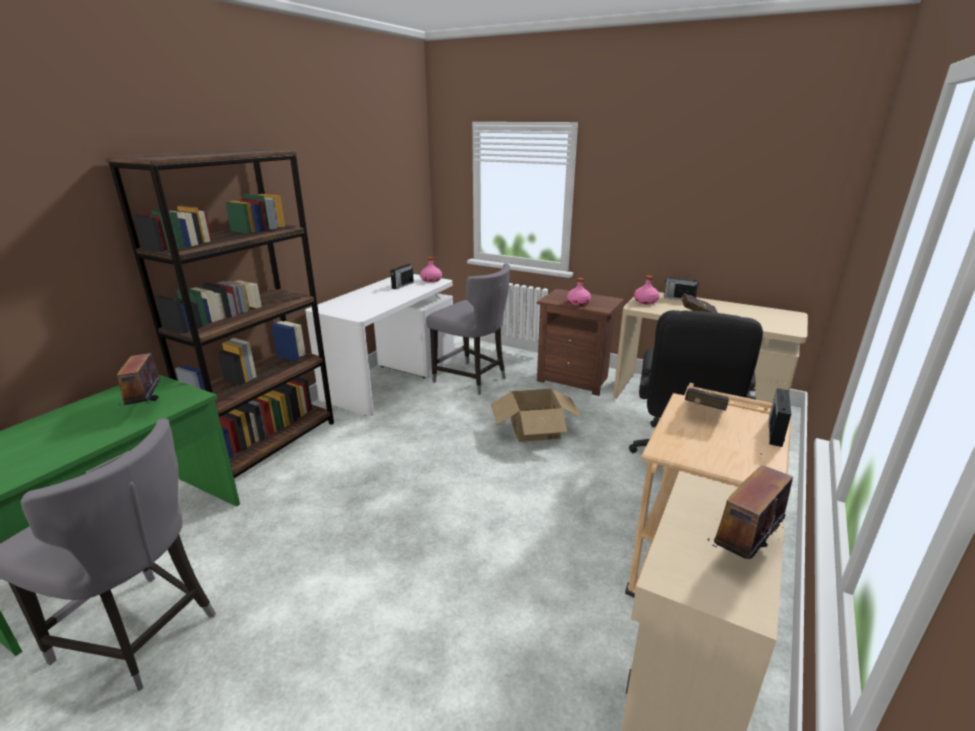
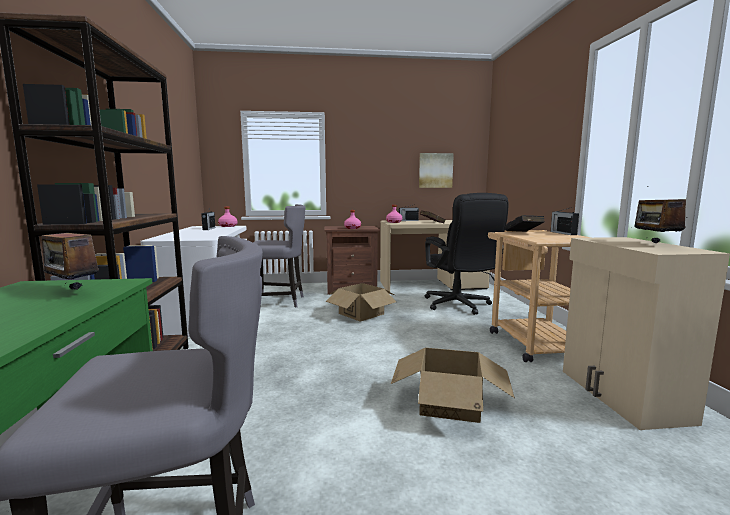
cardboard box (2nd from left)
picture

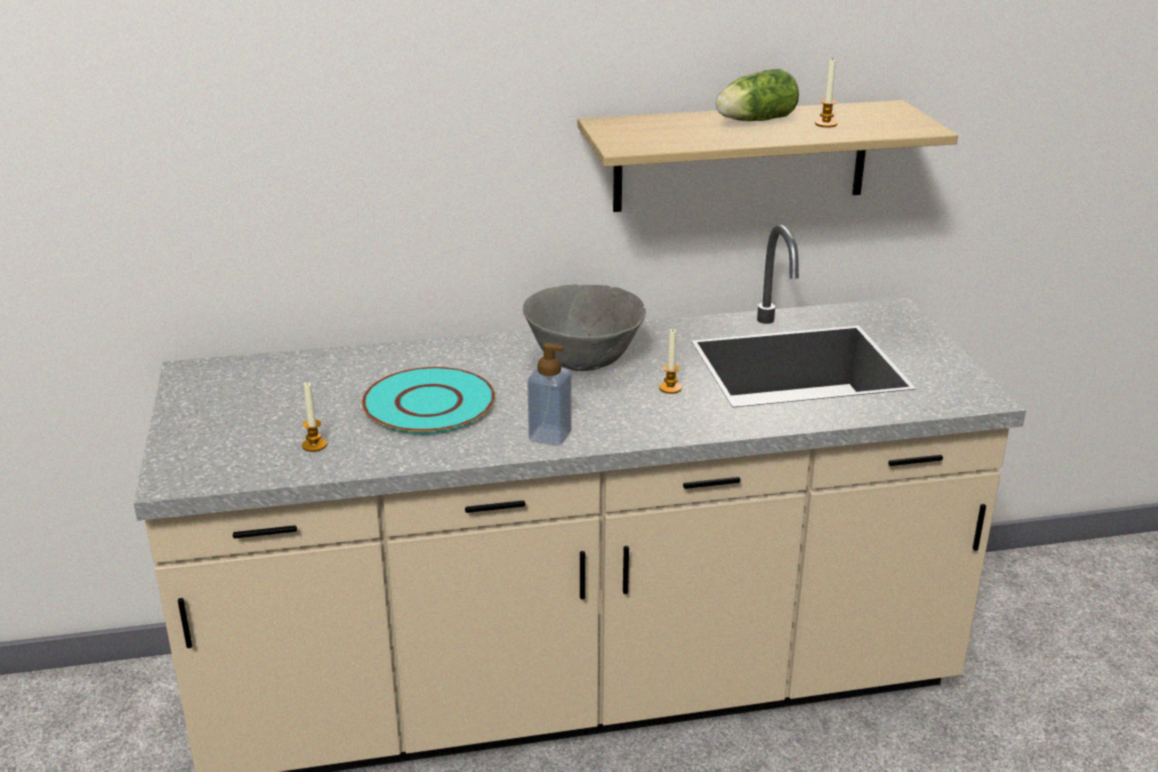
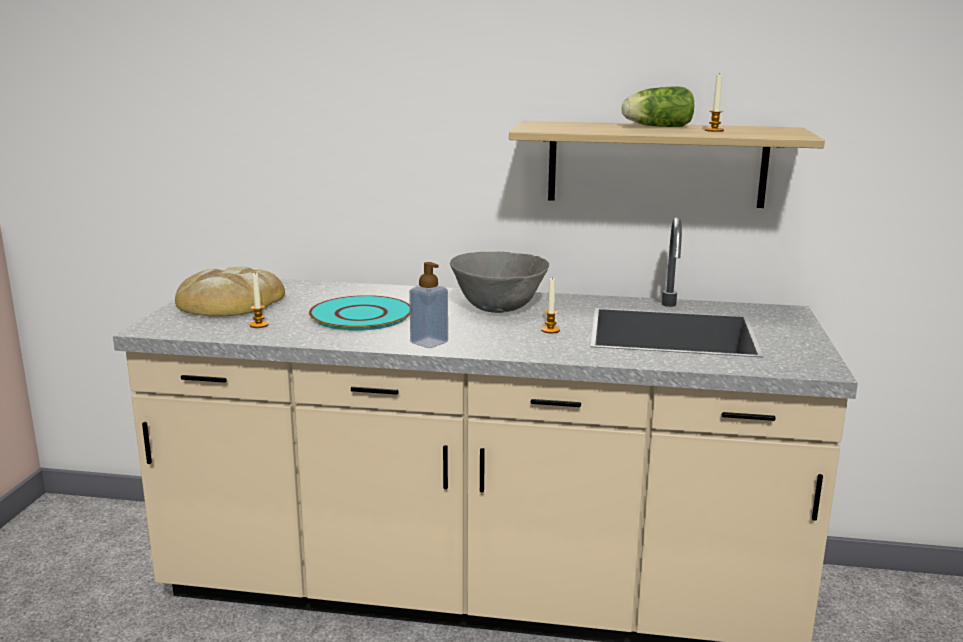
bread

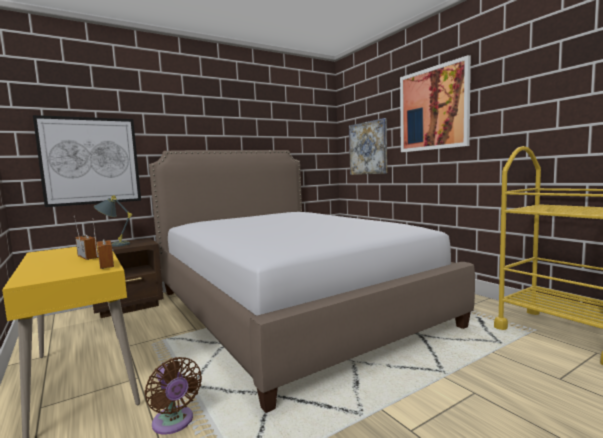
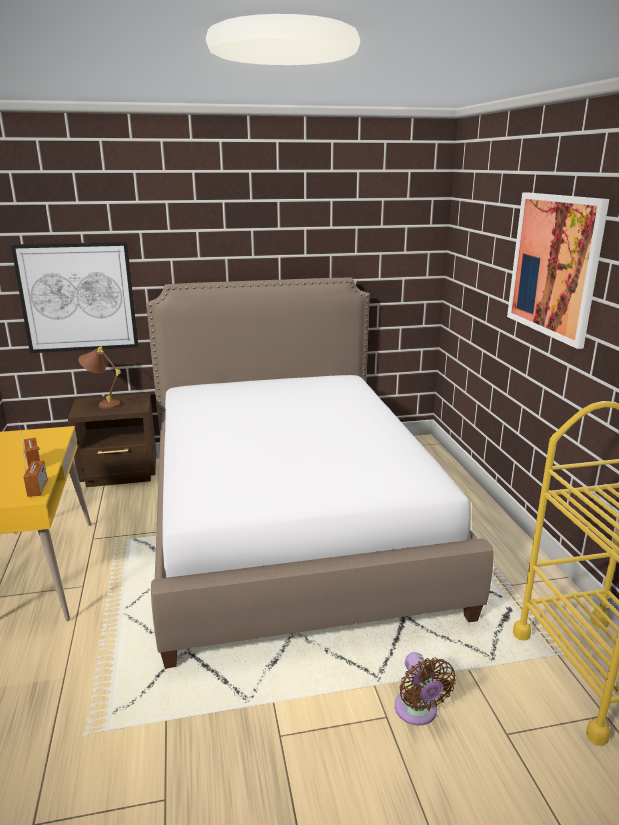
picture (2nd from left in the first image)
brown fan
brown table lamp

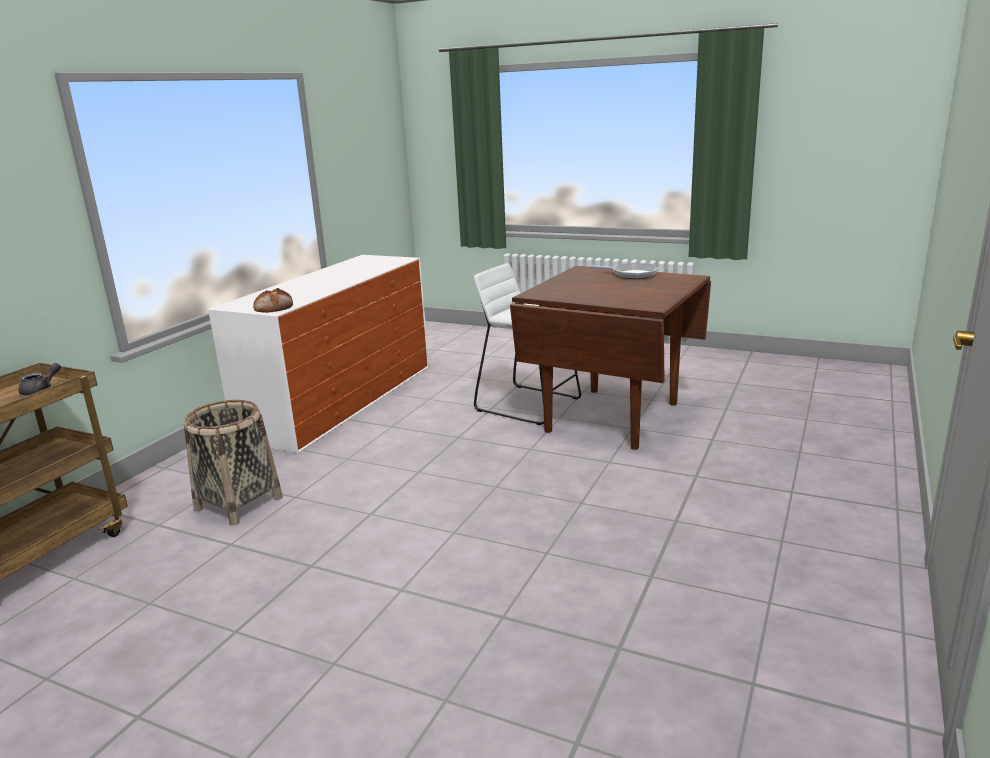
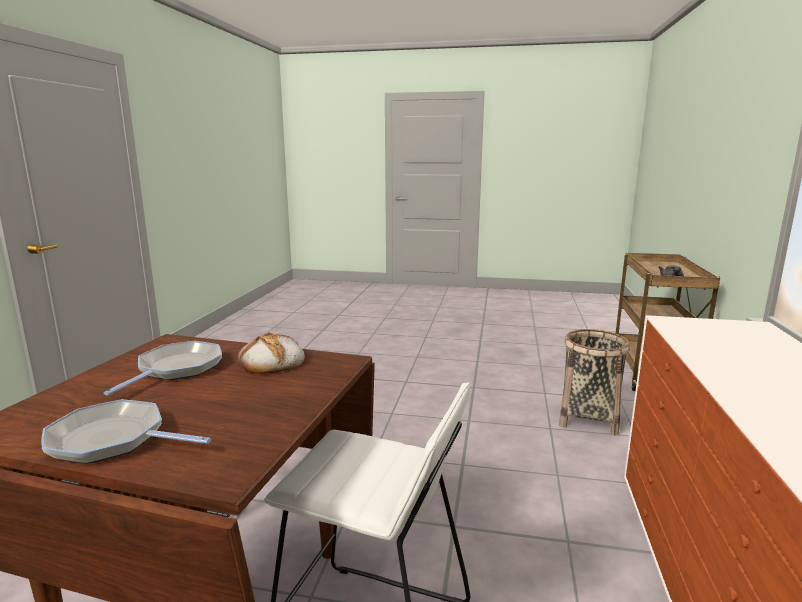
frying pan (2nd from left)
bread

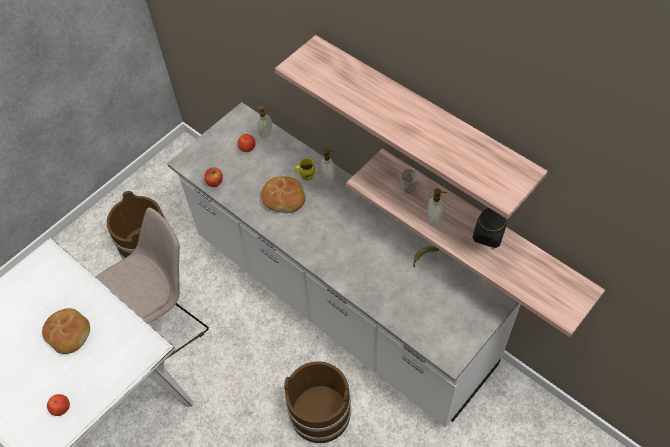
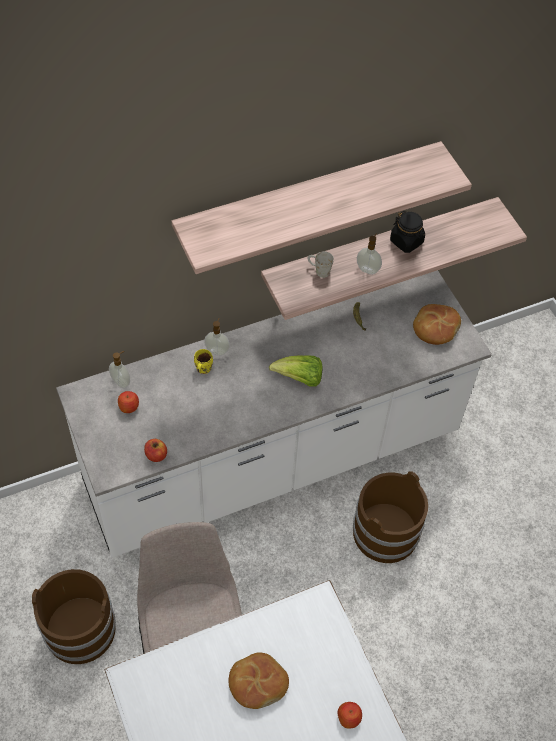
lettuce
bread (2nd from left)

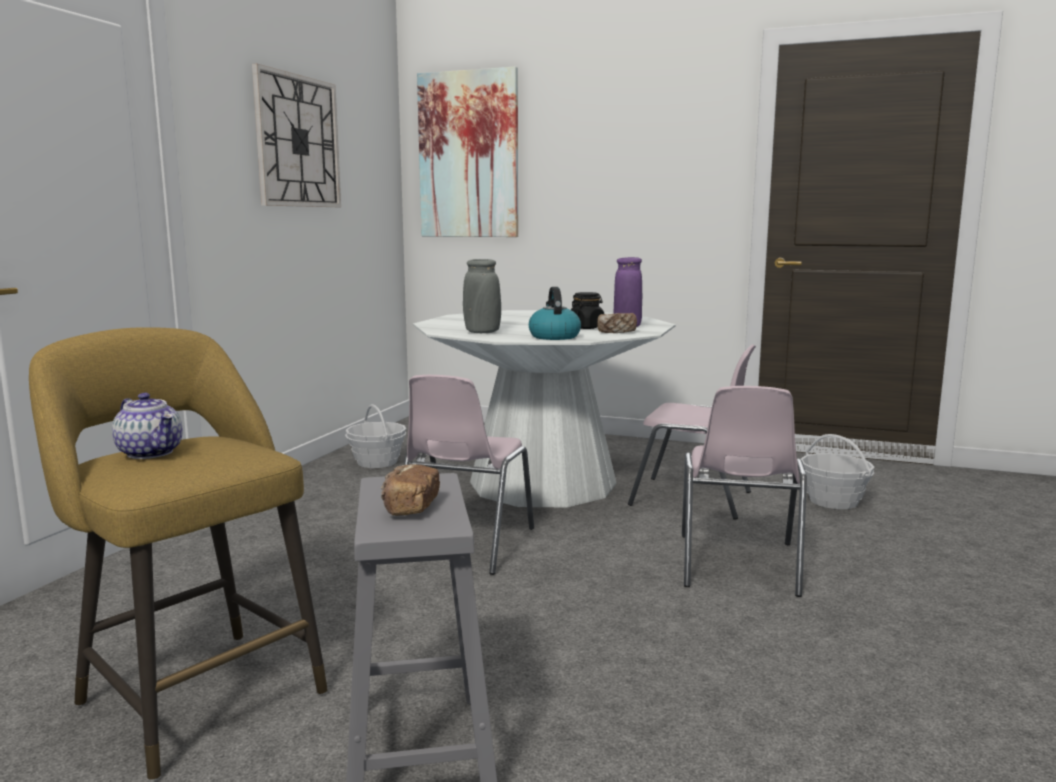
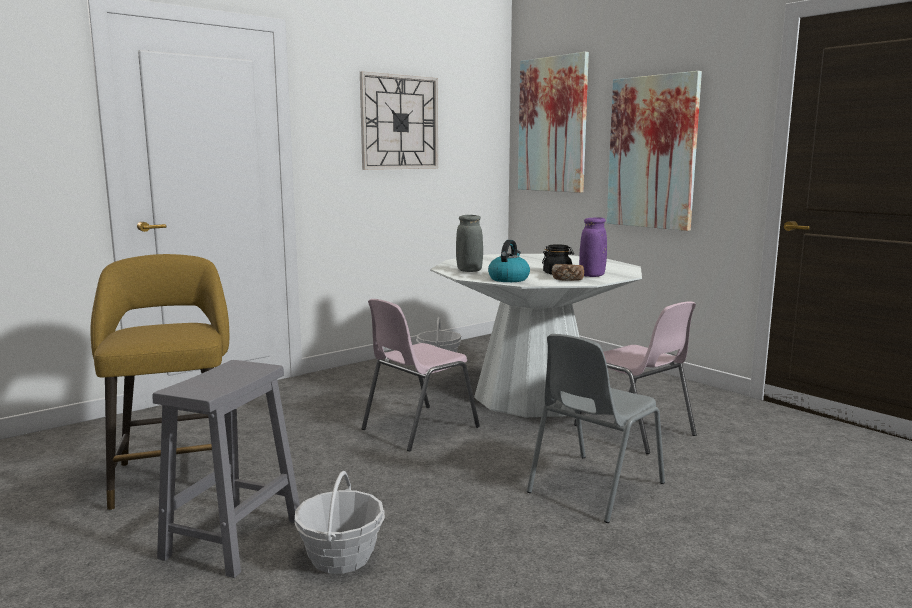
teapot
bread (1st from left in the first image)
picture (2nd from left)
basket (1st from left)
grey chair

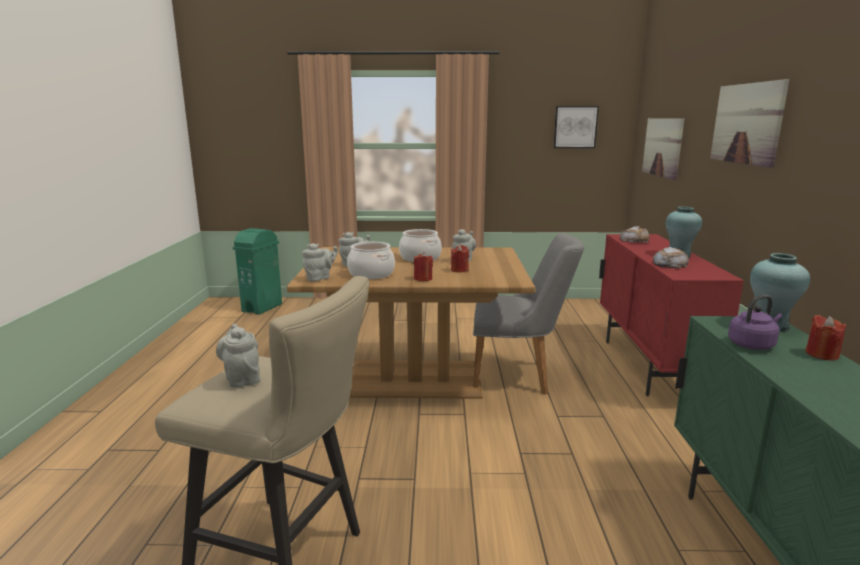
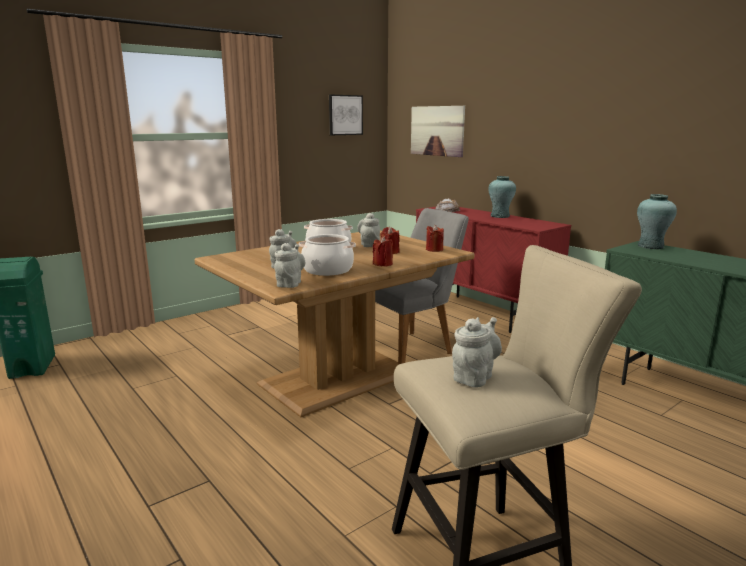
bread (2nd from left in the first image)
picture (3rd from left in the first image)
purple kettle
red candle (3rd from left)
grey teapot (4th from left)

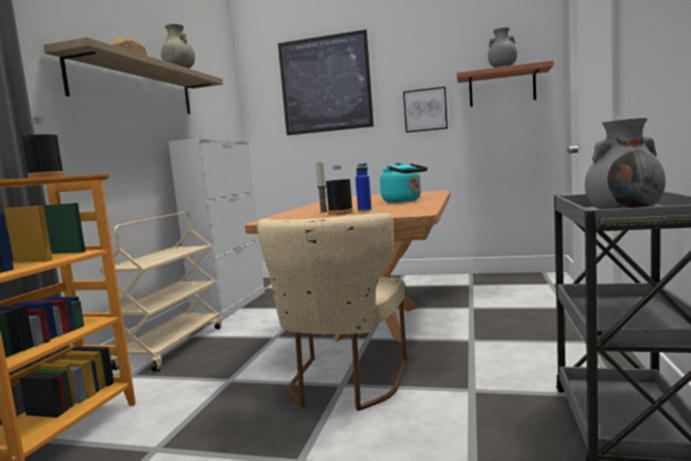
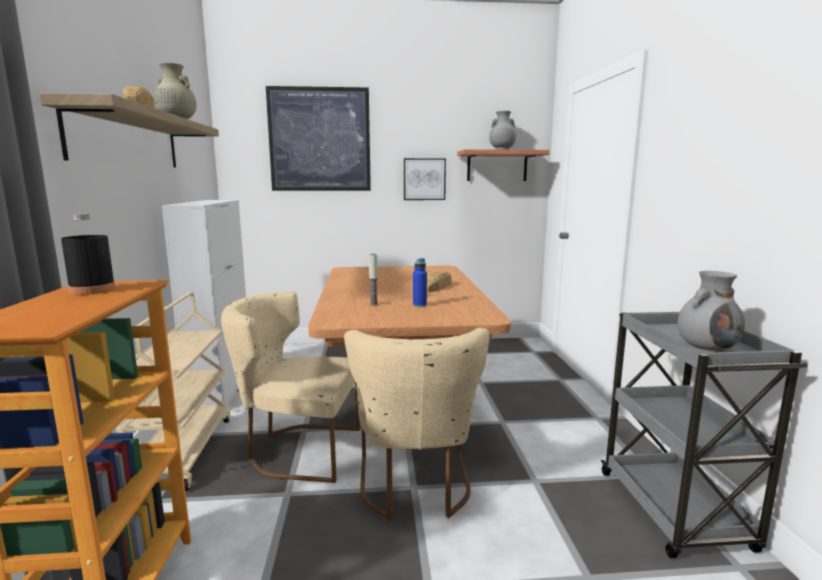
black bottle (2nd from left in the first image)
beige chair (1st from left)
bread (2nd from left)

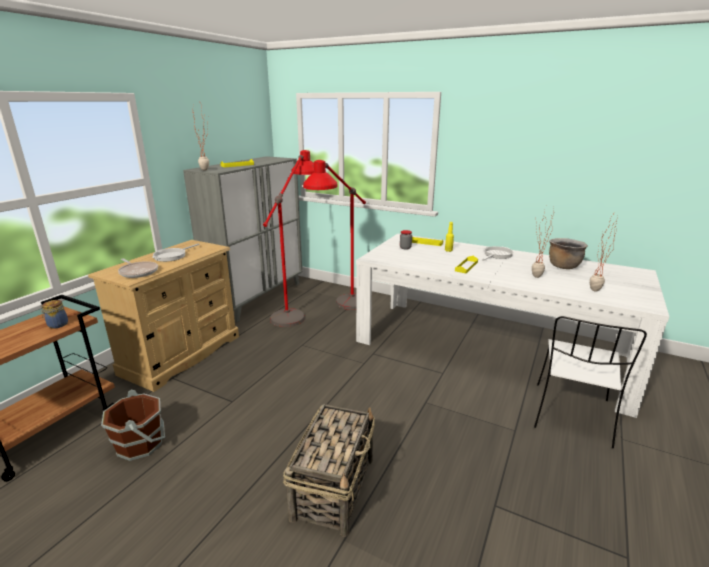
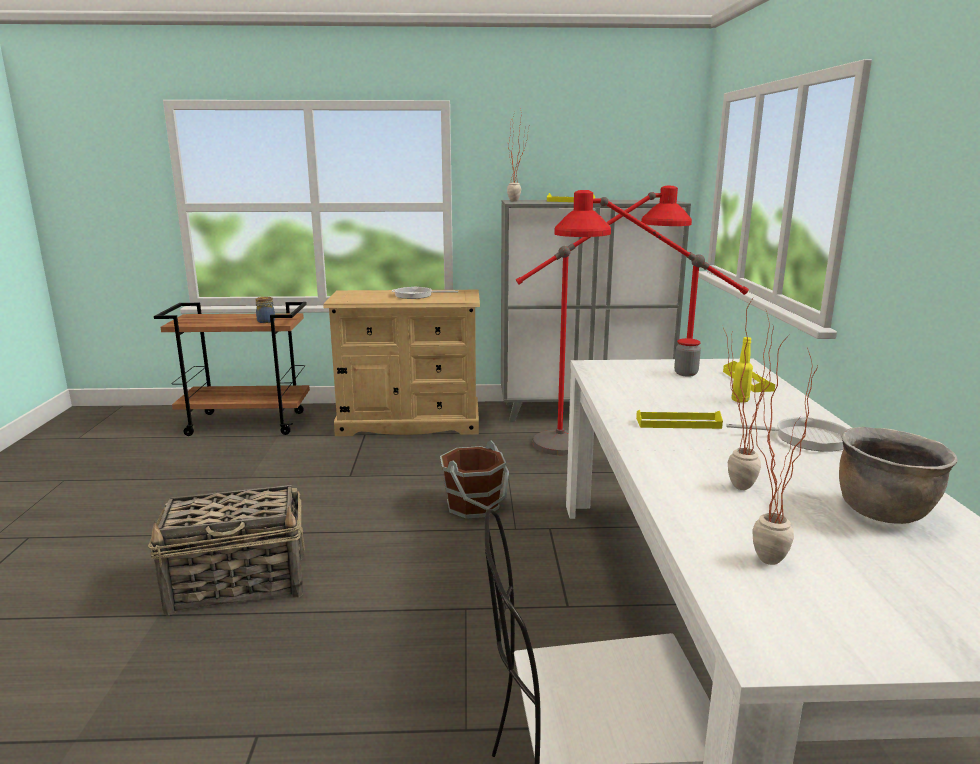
frying pan (1st from left in the first image)
brown bucket

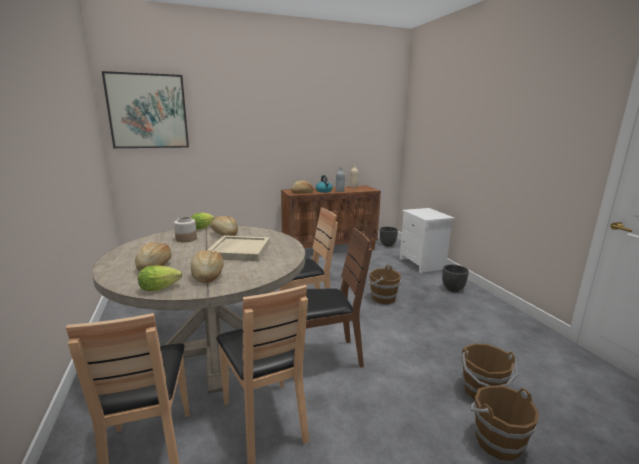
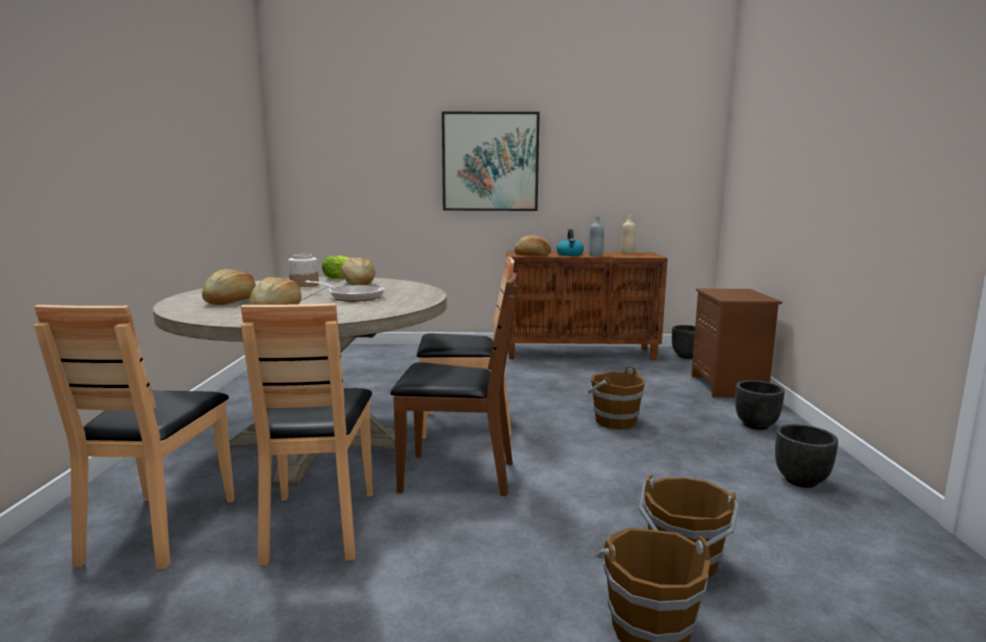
lettuce (1st from left in the first image)
black planter (3rd from left)
picture
frying pan
brown nightstand

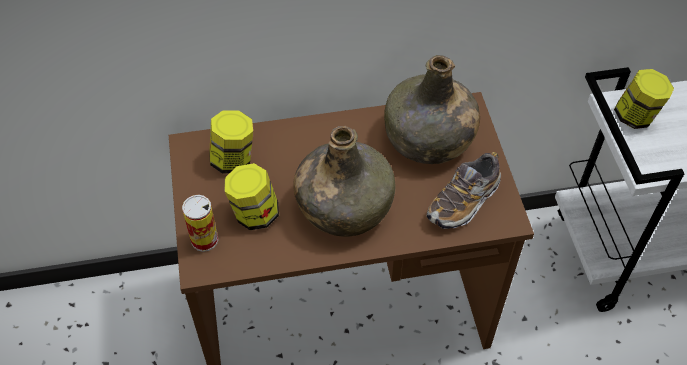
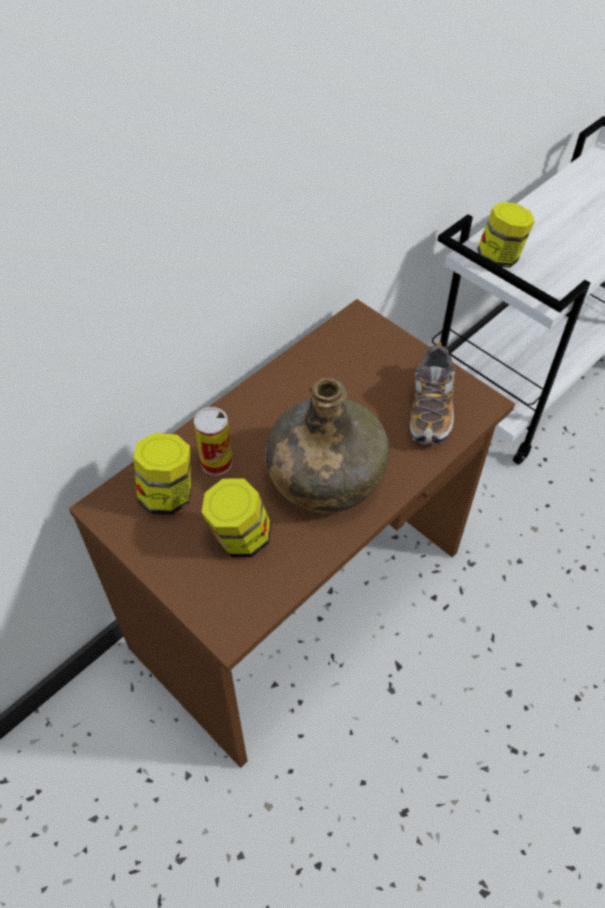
green bottle (2nd from left in the first image)
can

